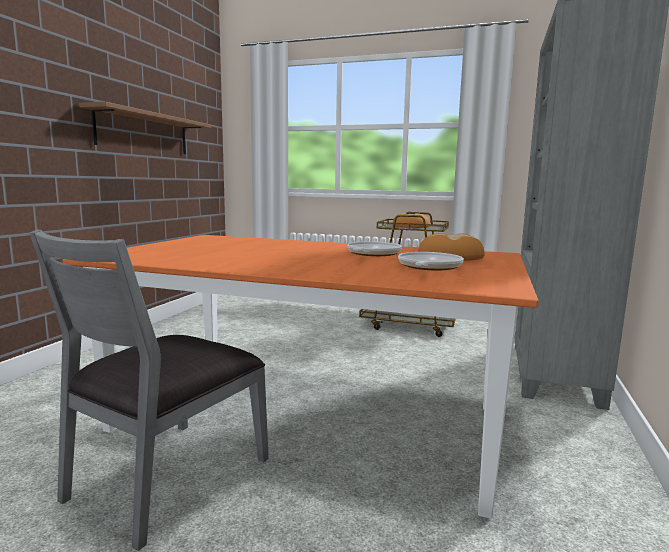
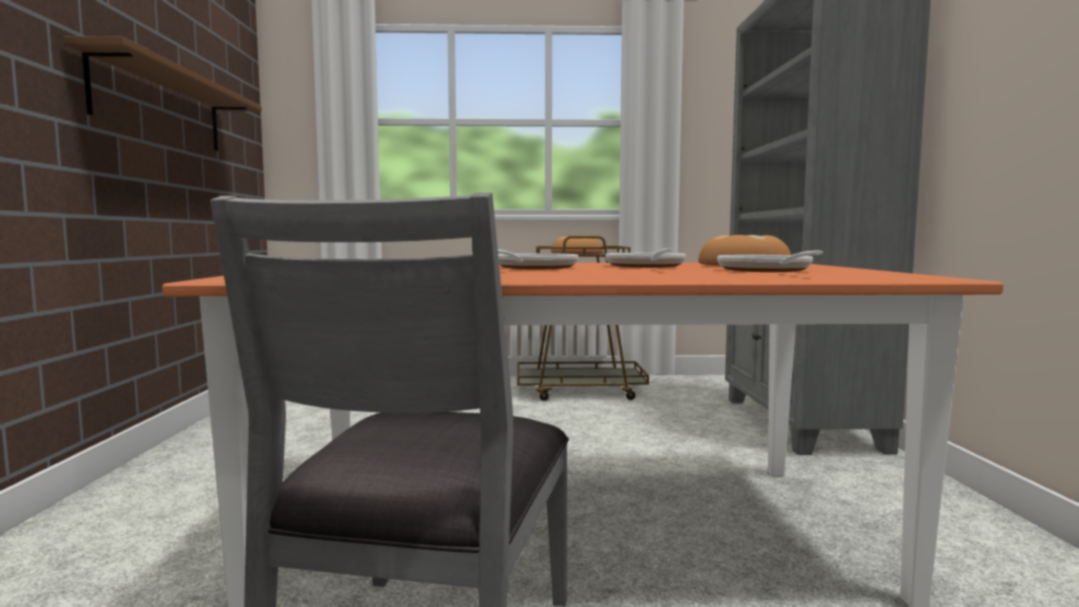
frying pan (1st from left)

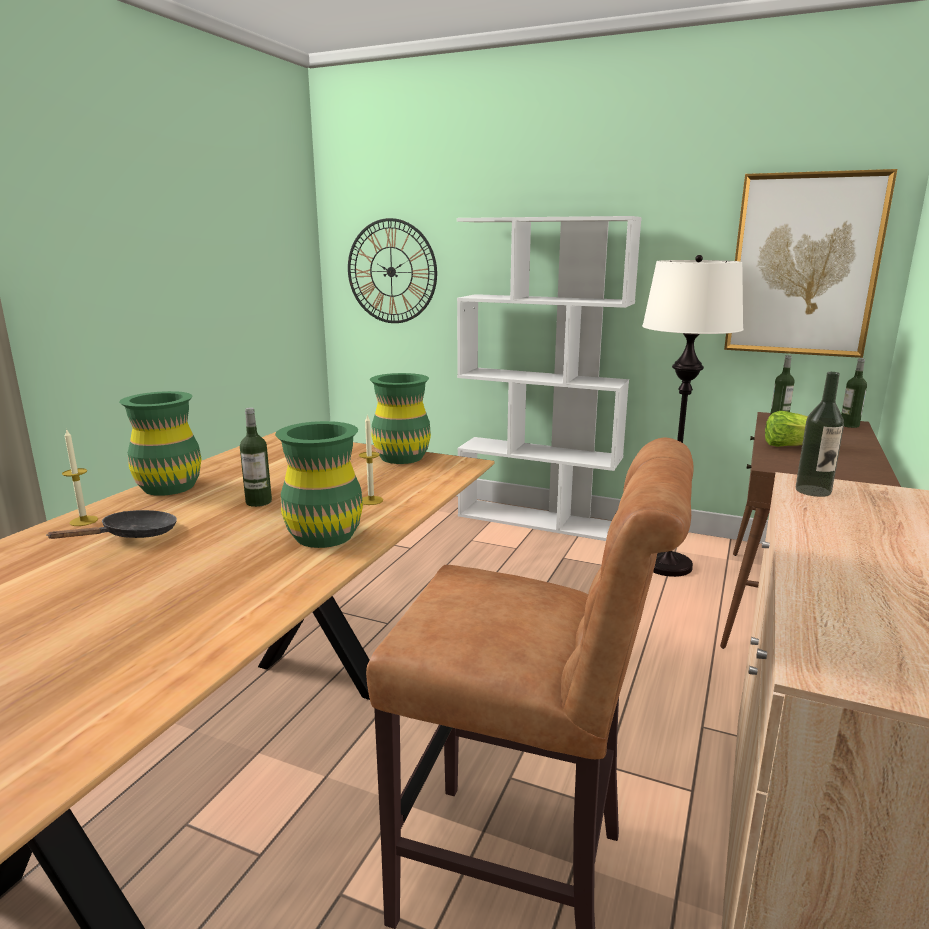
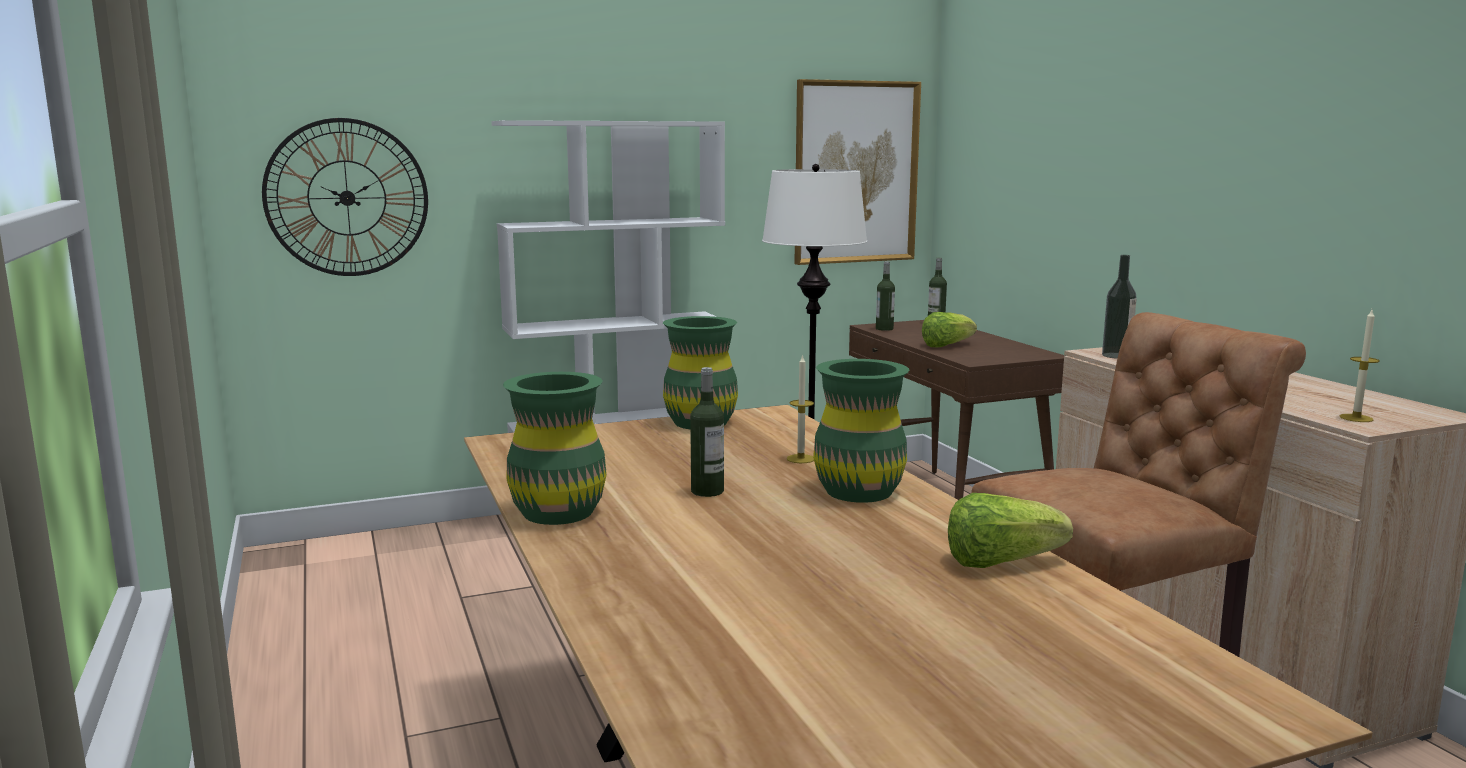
black frying pan
lettuce (2nd from left)
candle (2nd from left)

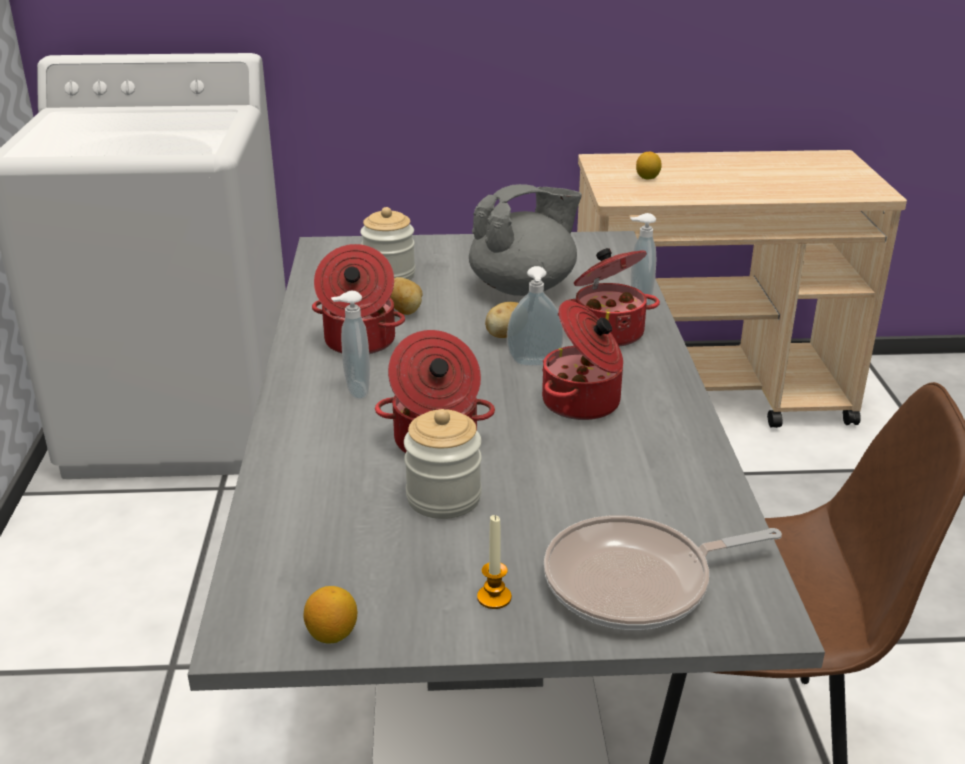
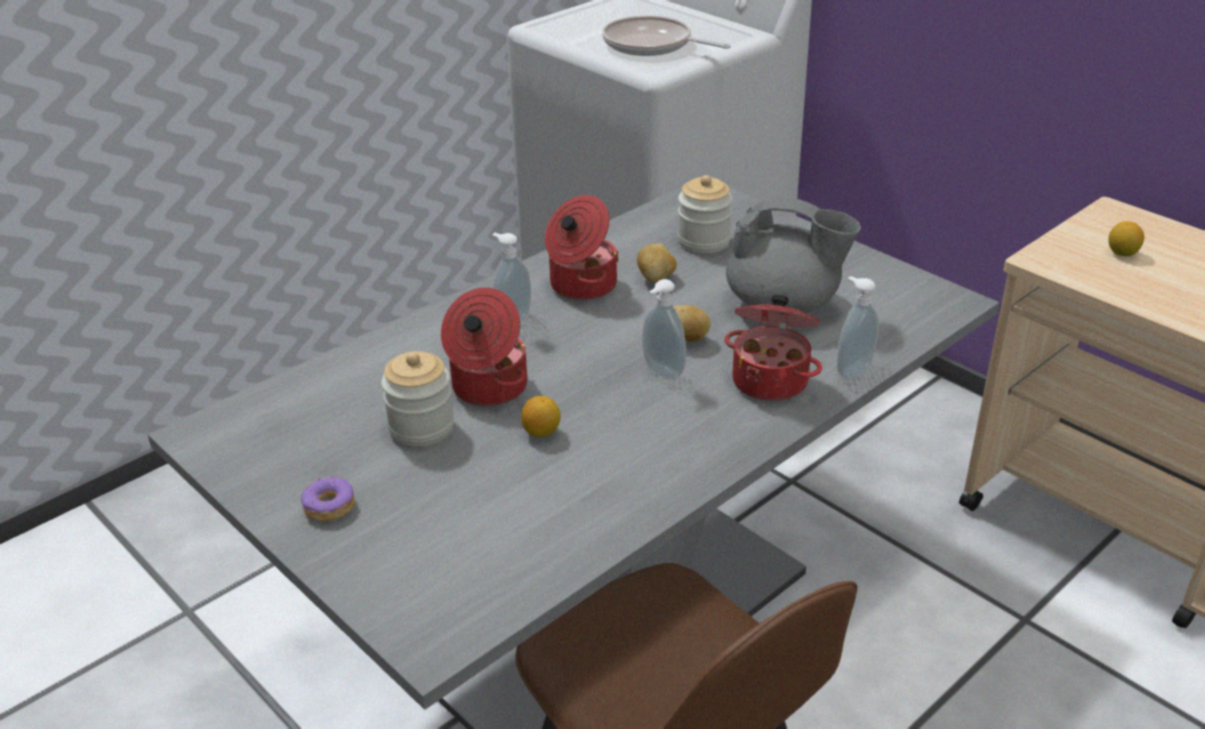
cooking pot (3rd from left in the first image)
lemon (1st from left)
frying pan
donut

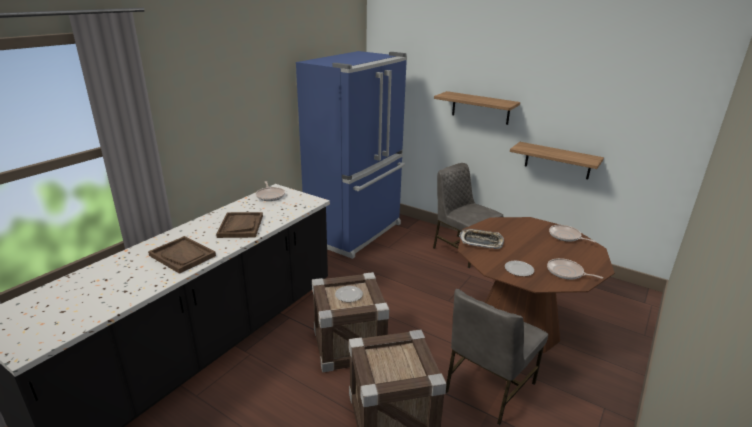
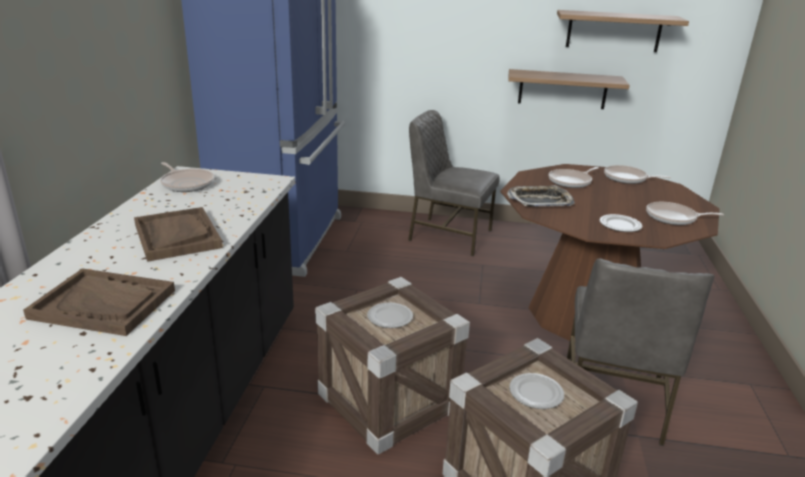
plate (2nd from left)
frying pan (2nd from left)
shelf (2nd from left)

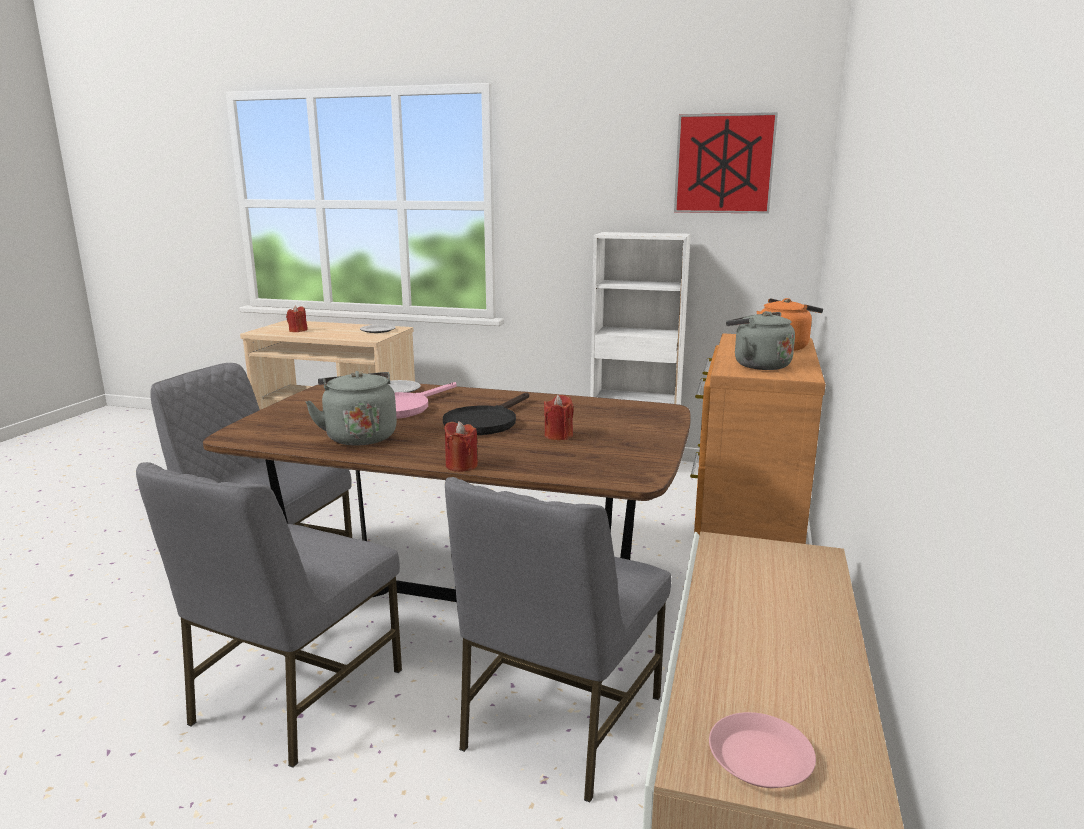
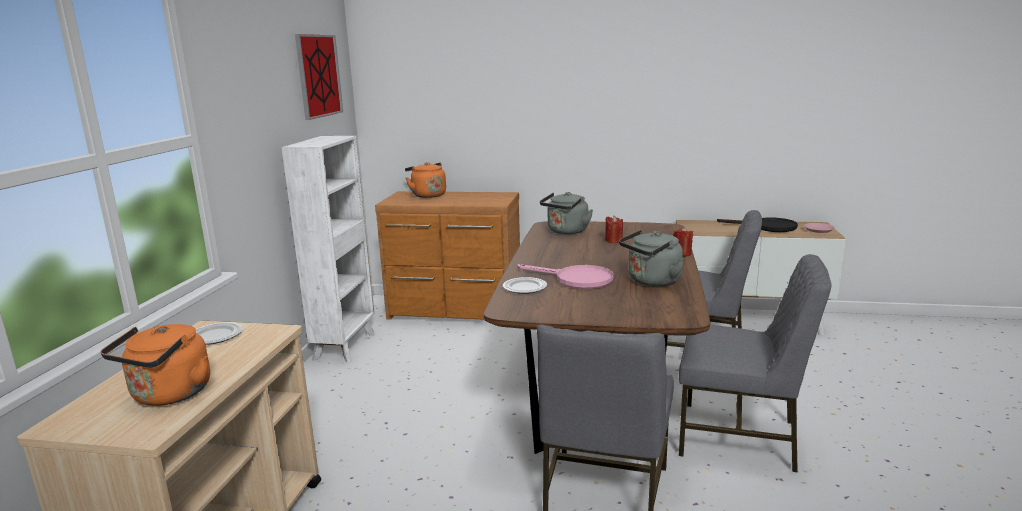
black frying pan
grey kettle (1st from left)
orange kettle (1st from left)

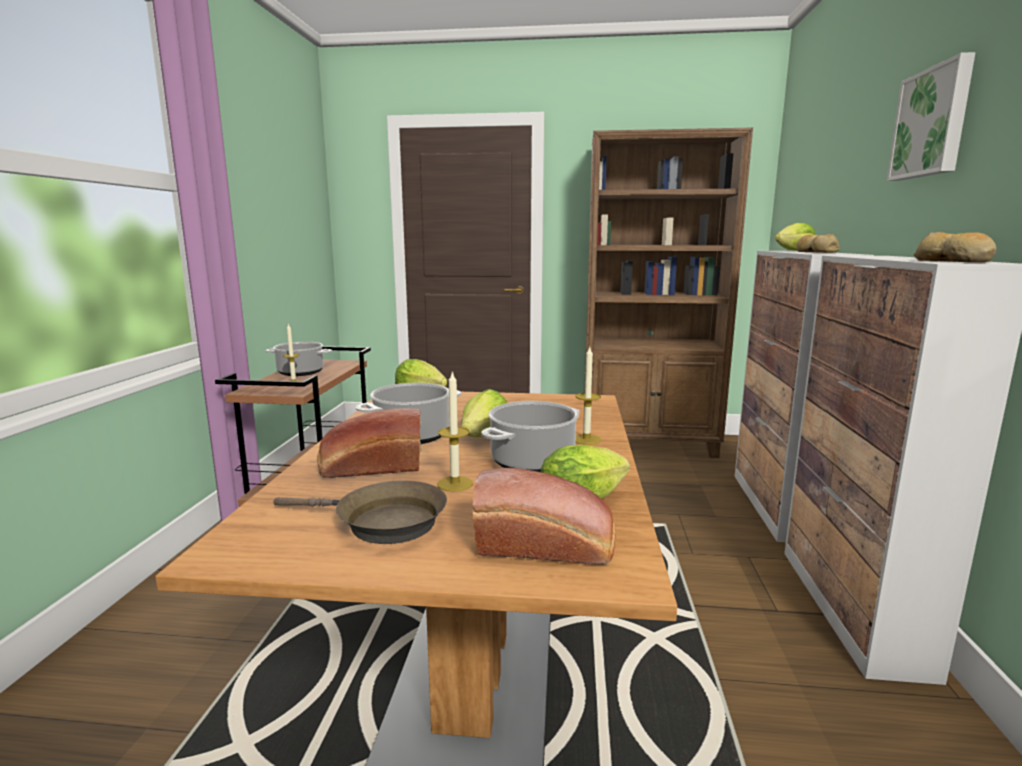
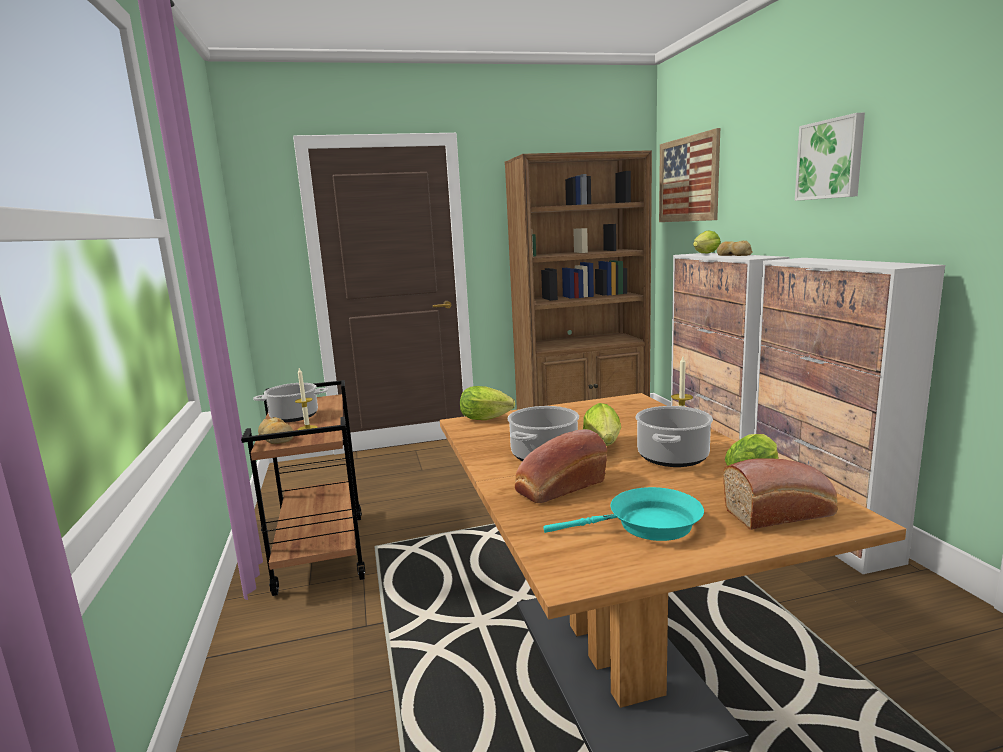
candle (2nd from left in the first image)
picture (1st from left)
bread (1st from left)
turquoise frying pan

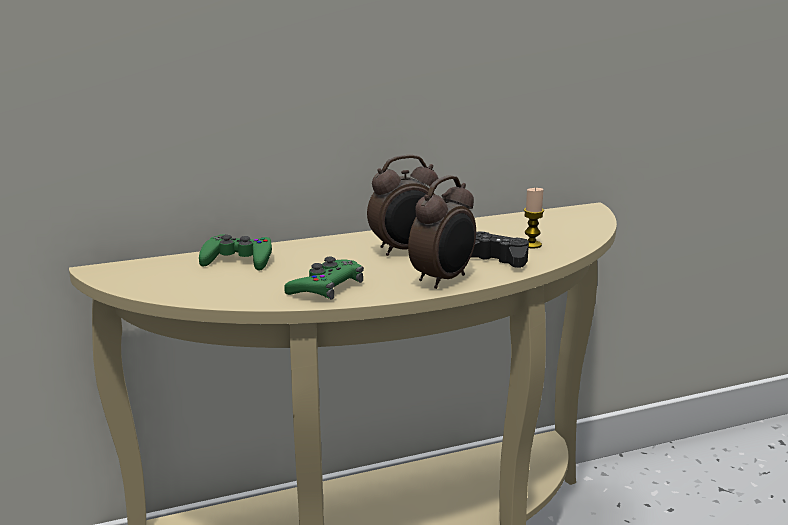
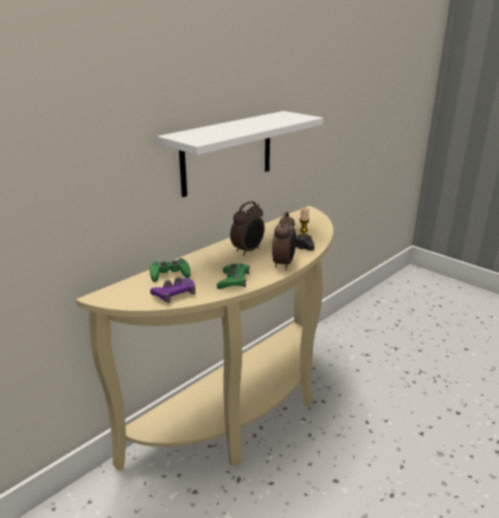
purple game controller
white shelf

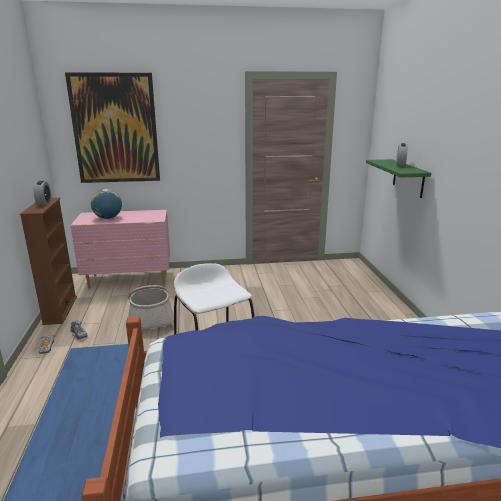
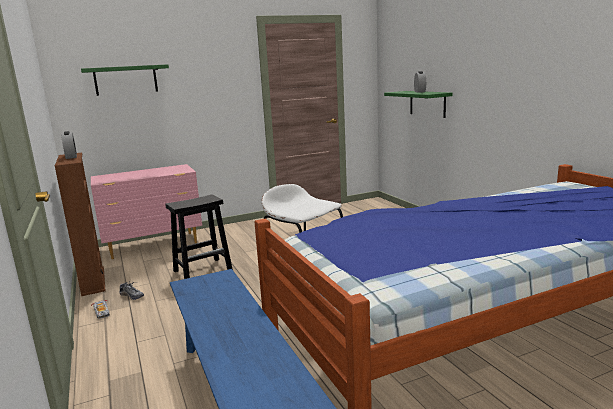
globe
green shelf (1st from left)
black stool

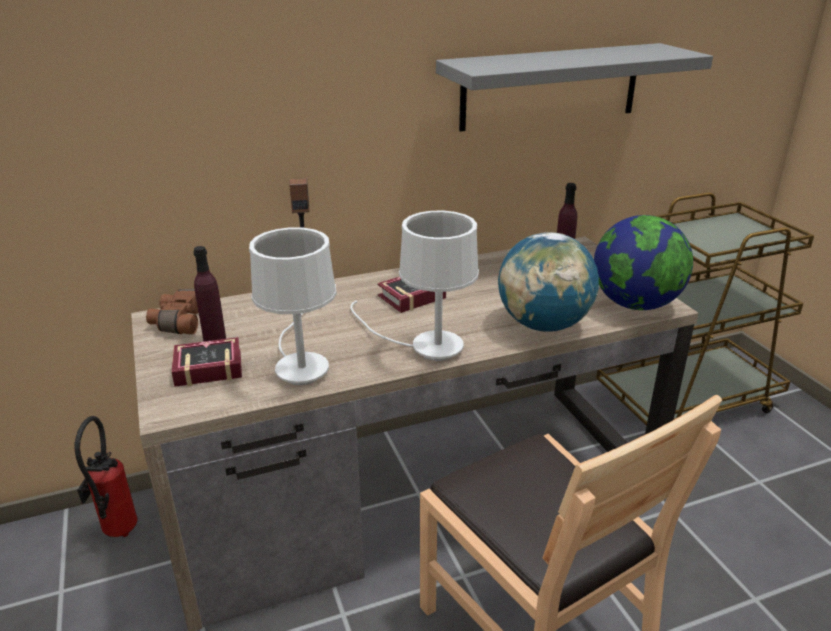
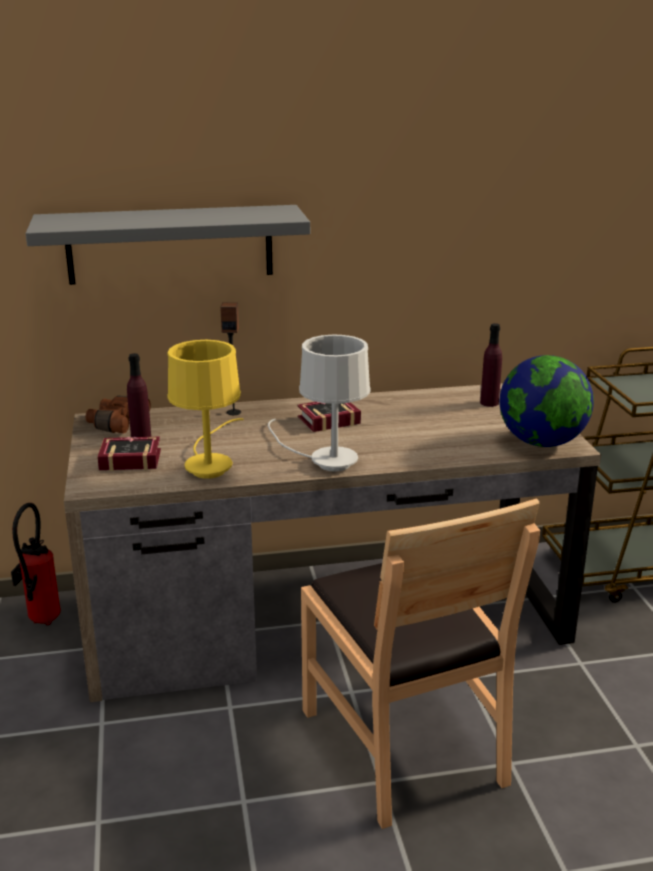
globe (1st from left in the first image)
grey shelf
yellow table lamp

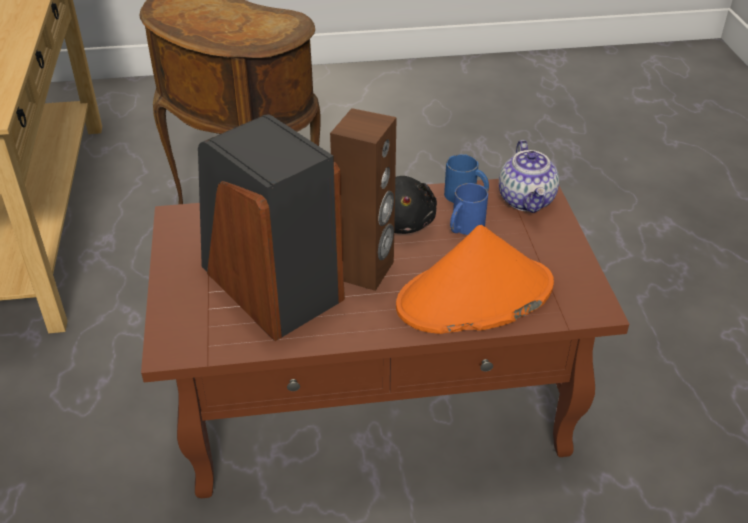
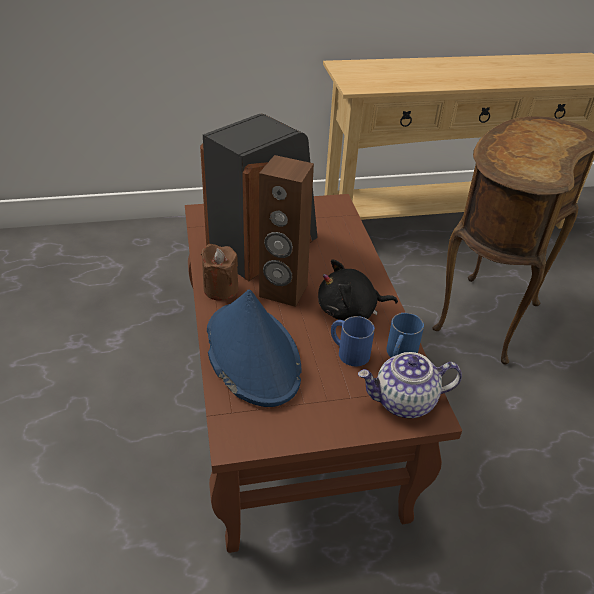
brown candle
blue hat

